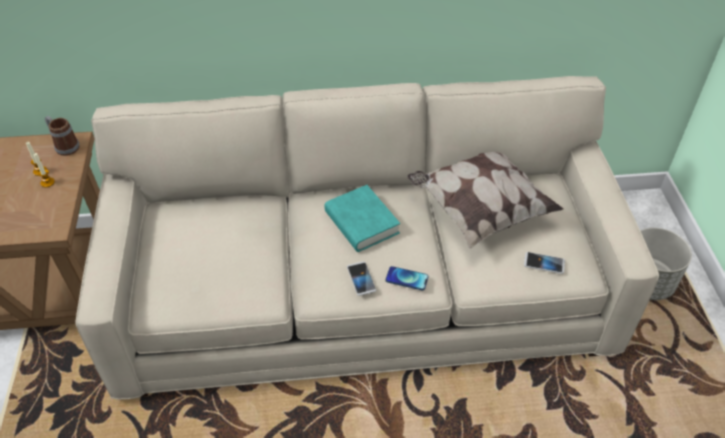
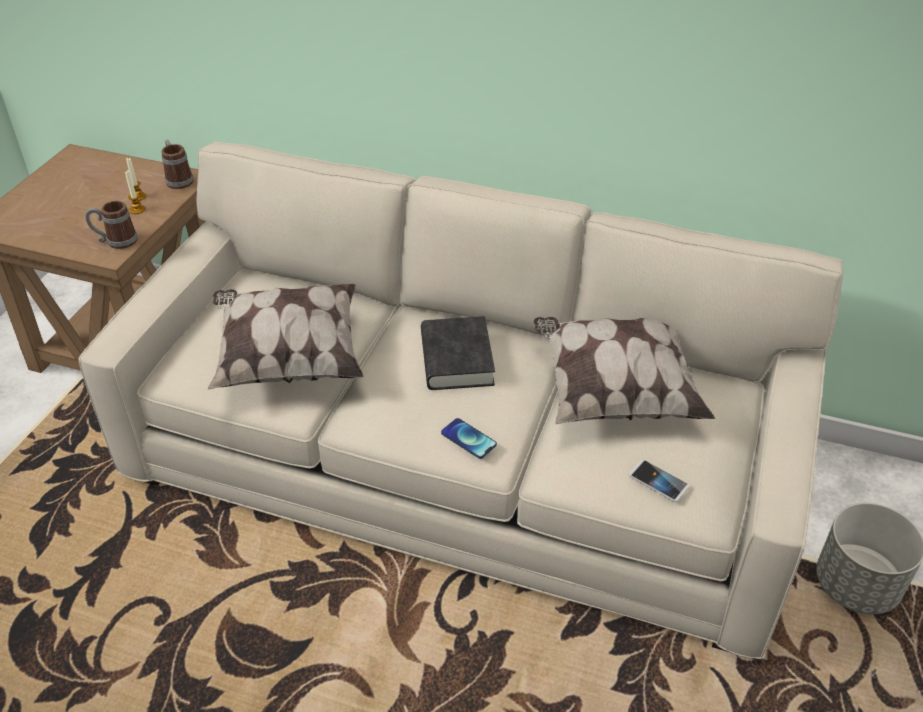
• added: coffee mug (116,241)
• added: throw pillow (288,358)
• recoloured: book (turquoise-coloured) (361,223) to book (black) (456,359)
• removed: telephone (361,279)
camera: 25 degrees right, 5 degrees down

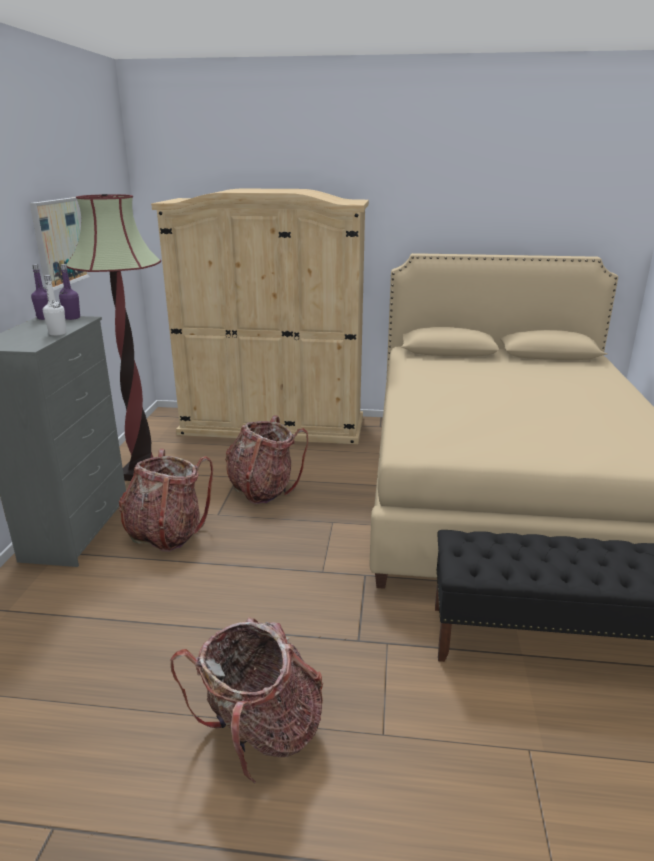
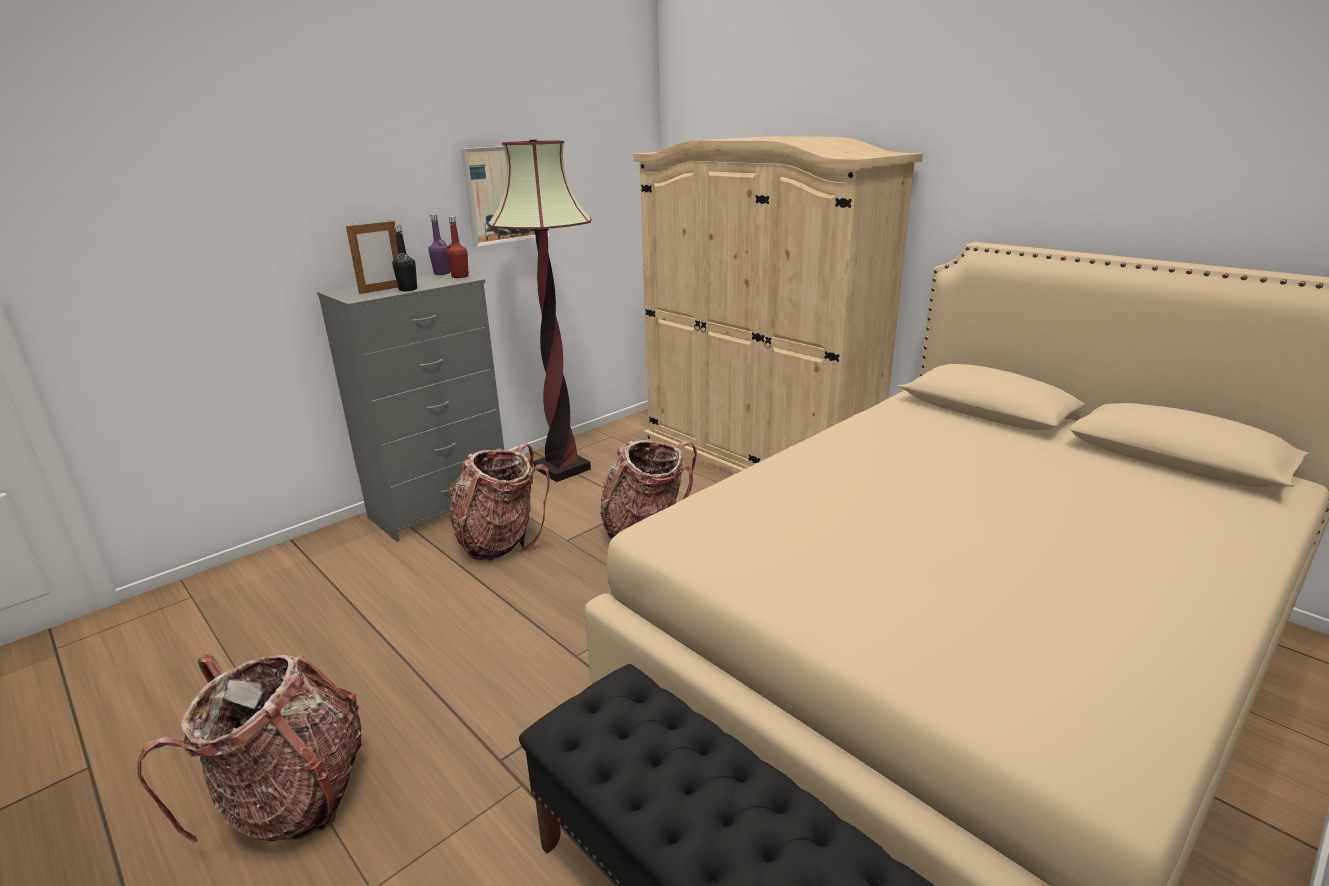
• added: standing frame (382,290)
• recoloured: drink bottle (white-coloured) (57,333) to drink bottle (black) (408,289)
• recoloured: drink bottle (purple-coloured) (72,318) to drink bottle (red) (460,276)
camera: 40 degrees right, 0 degrees up

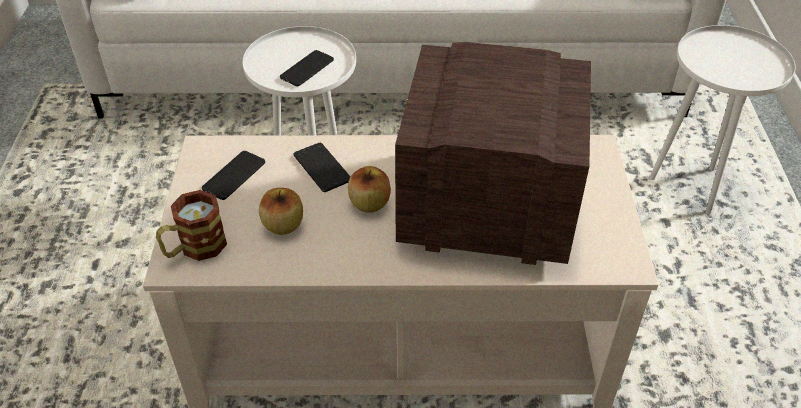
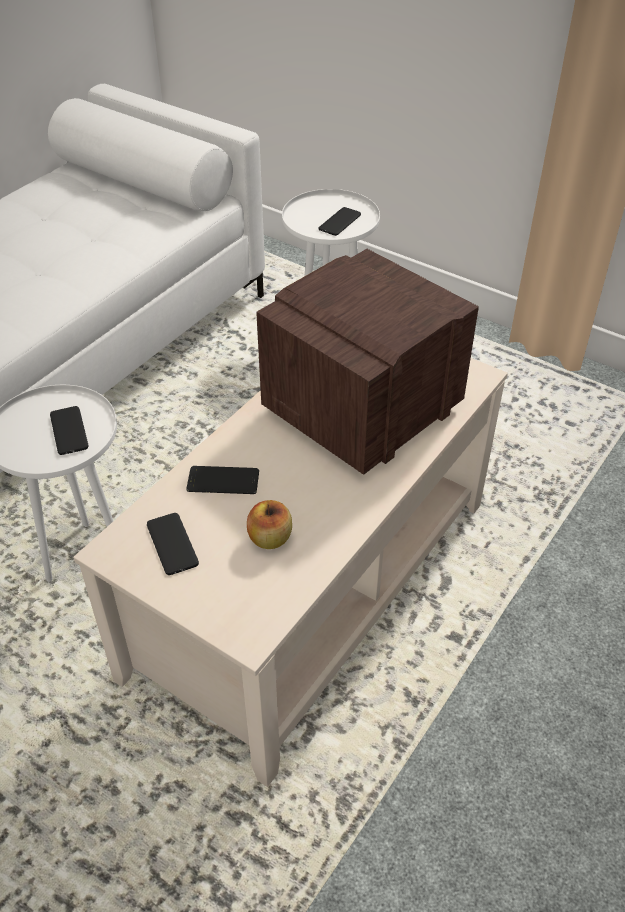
• added: telephone (340,222)
• removed: coffee mug (194,248)
• removed: whole apple (369,203)
camera: 55 degrees left, 0 degrees up

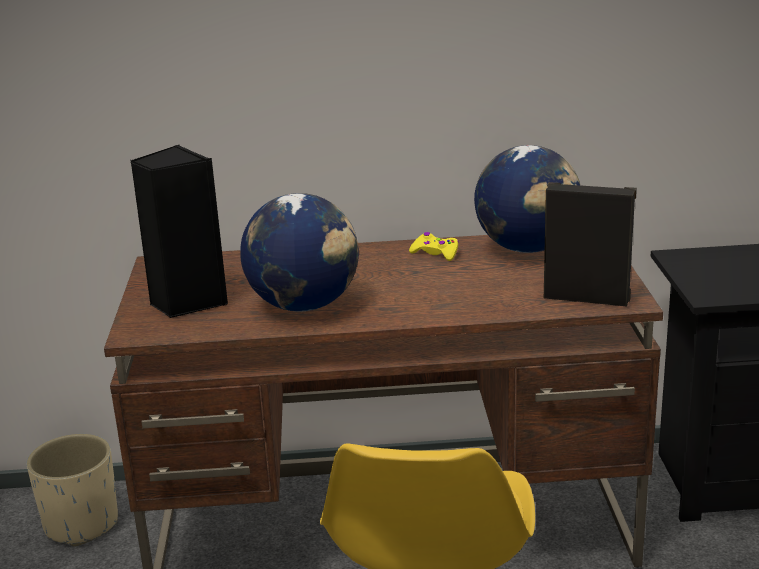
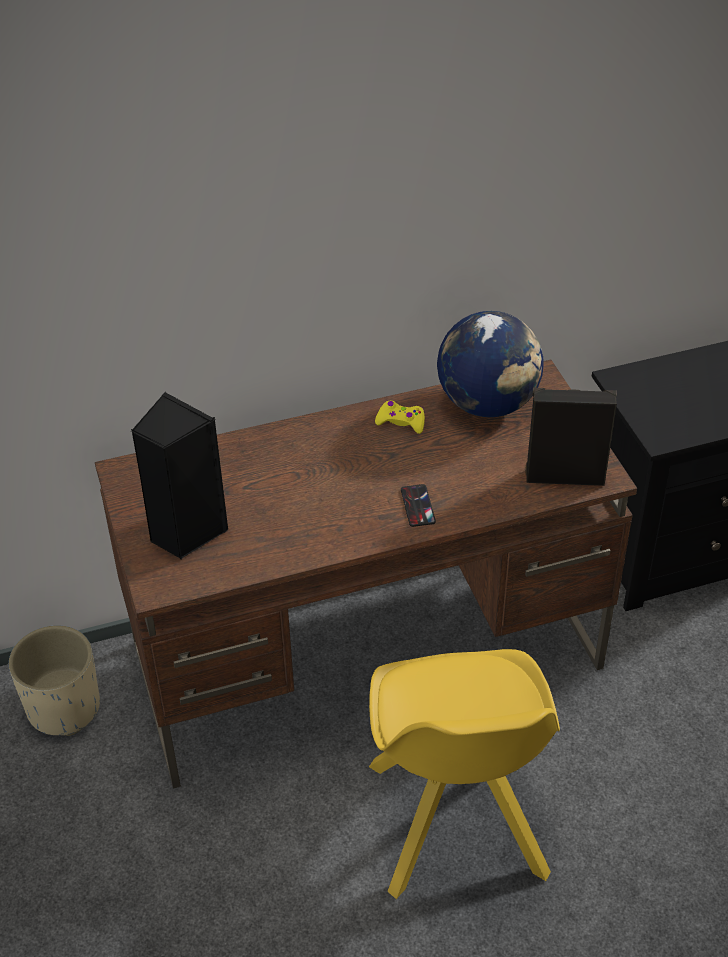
• added: telephone (417,506)
• removed: world globe (304,305)
camera: 15 degrees left, 20 degrees up

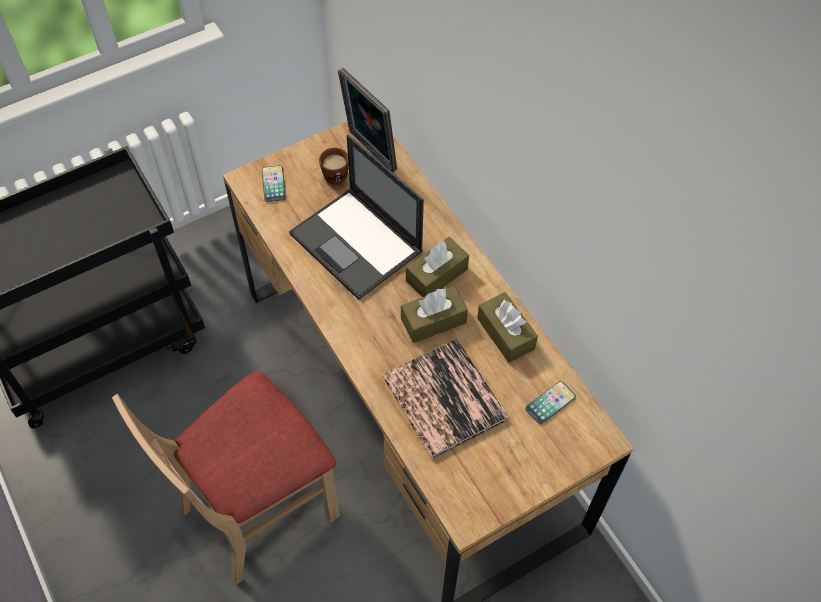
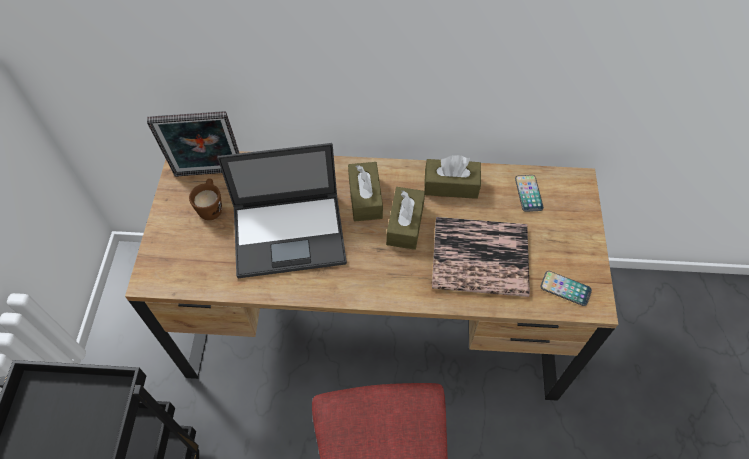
• moved: telephone (273,184) to (565,288)
camera: 55 degrees left, 0 degrees up

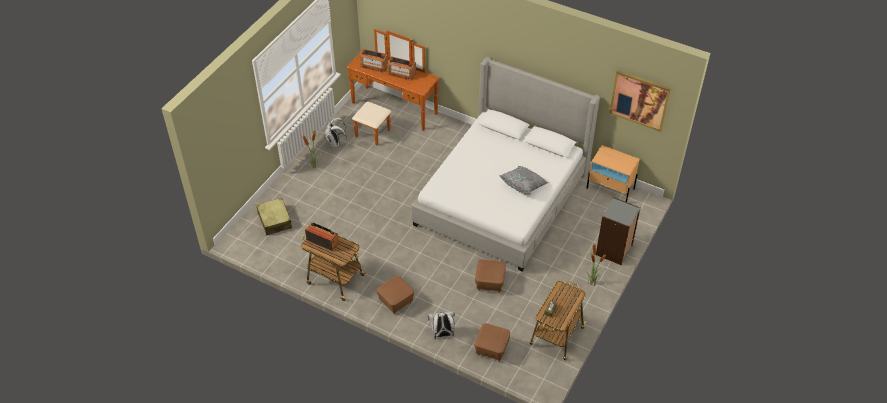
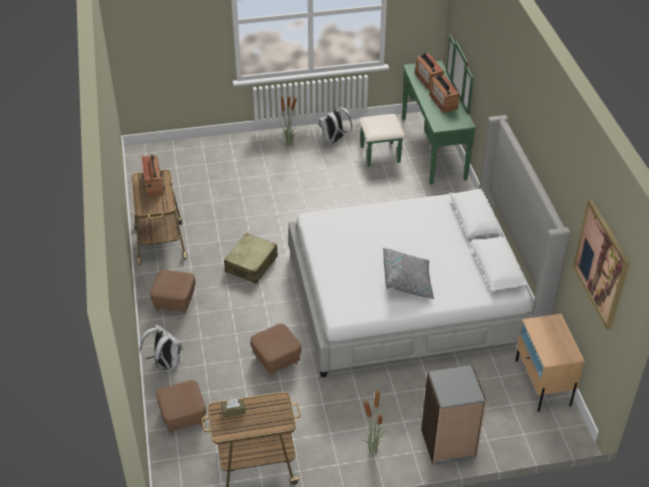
• moved: travel case (sand-coloured) (274,220) to (251,264)
• recoloured: chest of drawers (brownish) (390,114) to chest of drawers (green) (421,149)
camera: 50 degrees right, 5 degrees down

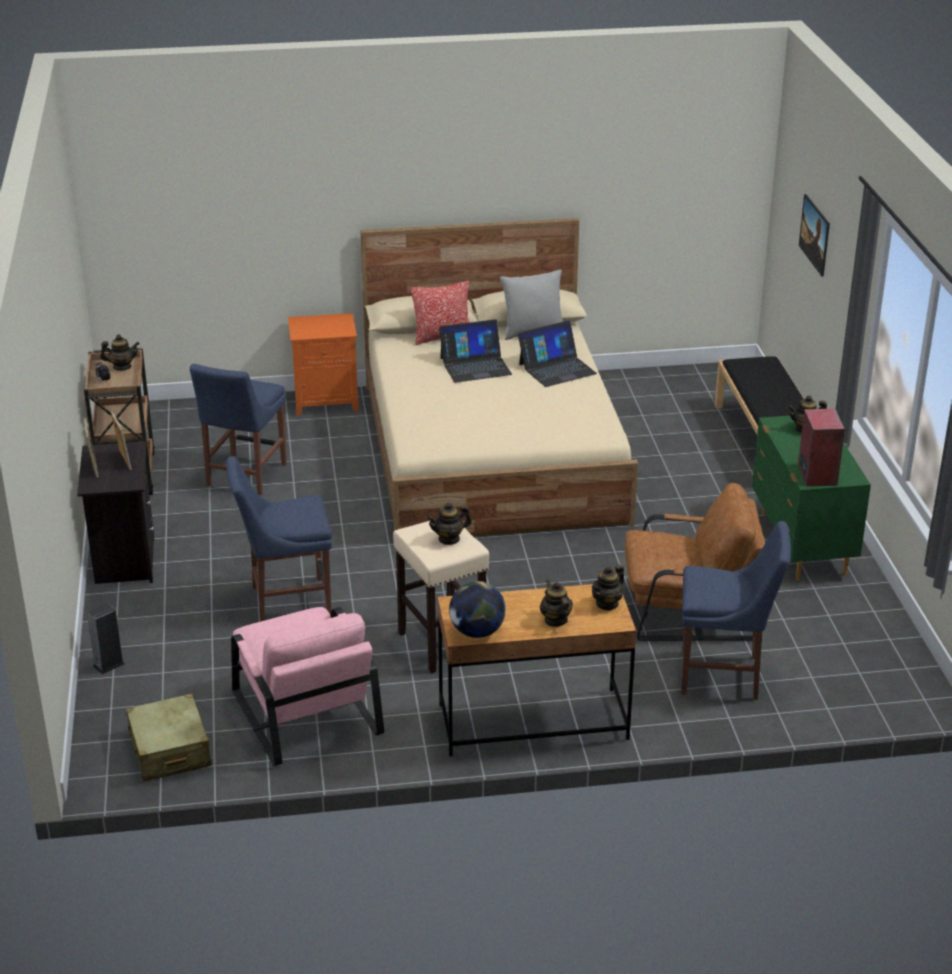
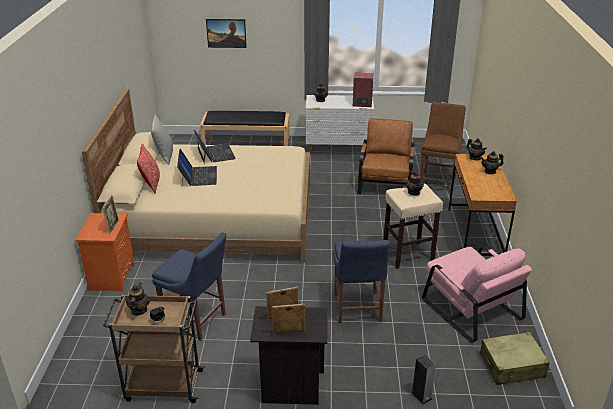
• added: standing frame (113,227)
• recoloured: chest of drawers (green) (801,545) to chest of drawers (white-coloured) (338,149)
• recoloured: chair (bluish) (724,676) to chair (brownish) (438,182)
• turned: easy chair (pink-coloured) (304,711) = (470,308) 75 degrees clockwise
• removed: world globe (477,632)
camera: 80 degrees left, 0 degrees up

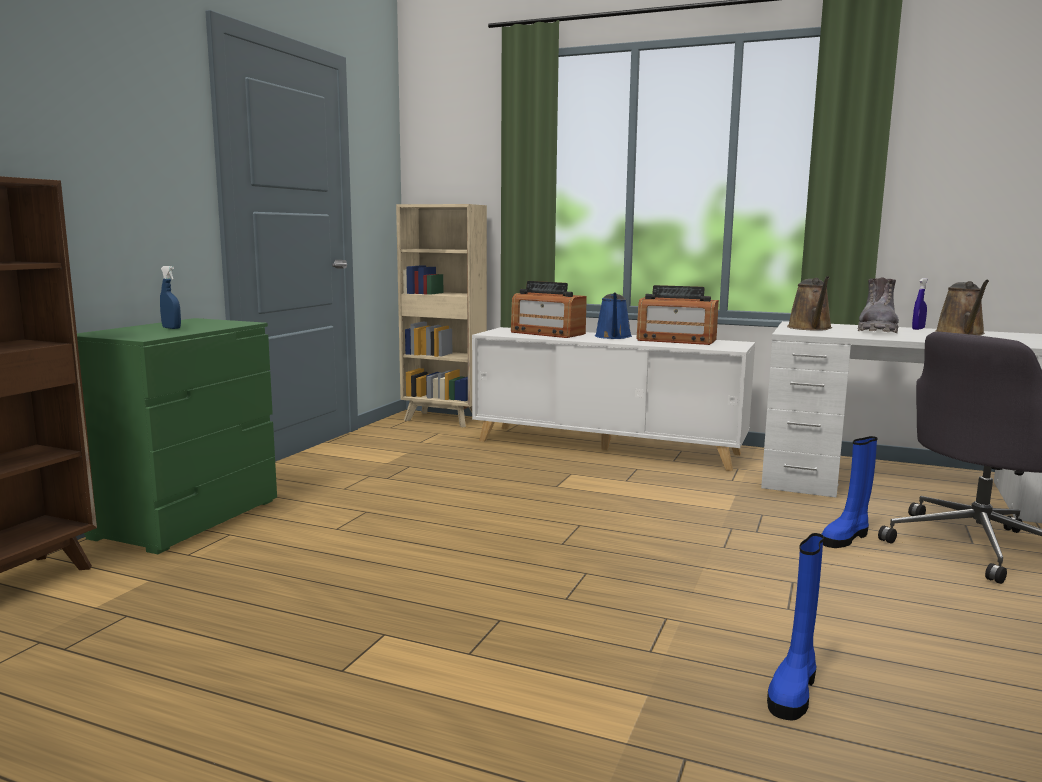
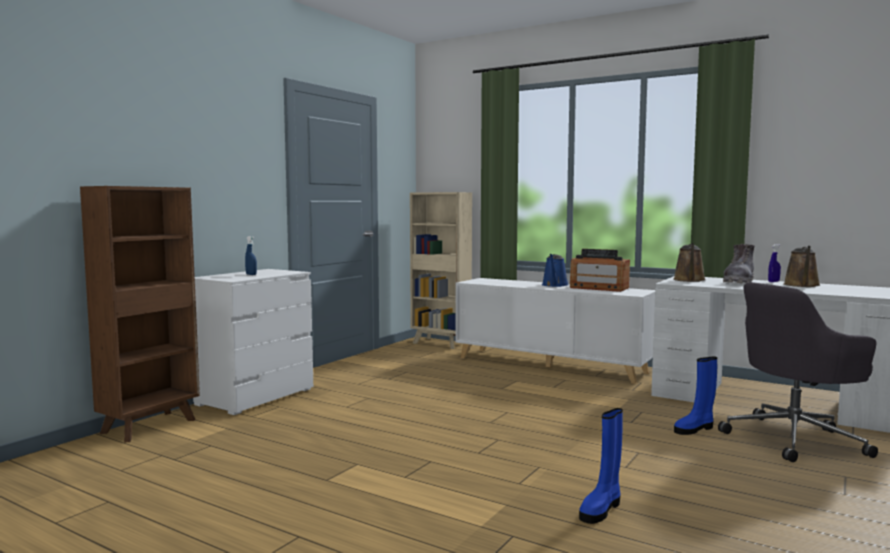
• recoloured: chest of drawers (green) (188,518) to chest of drawers (white-coloured) (256,396)
• removed: radio receiver (547,333)
camera: 10 degrees right, 5 degrees down

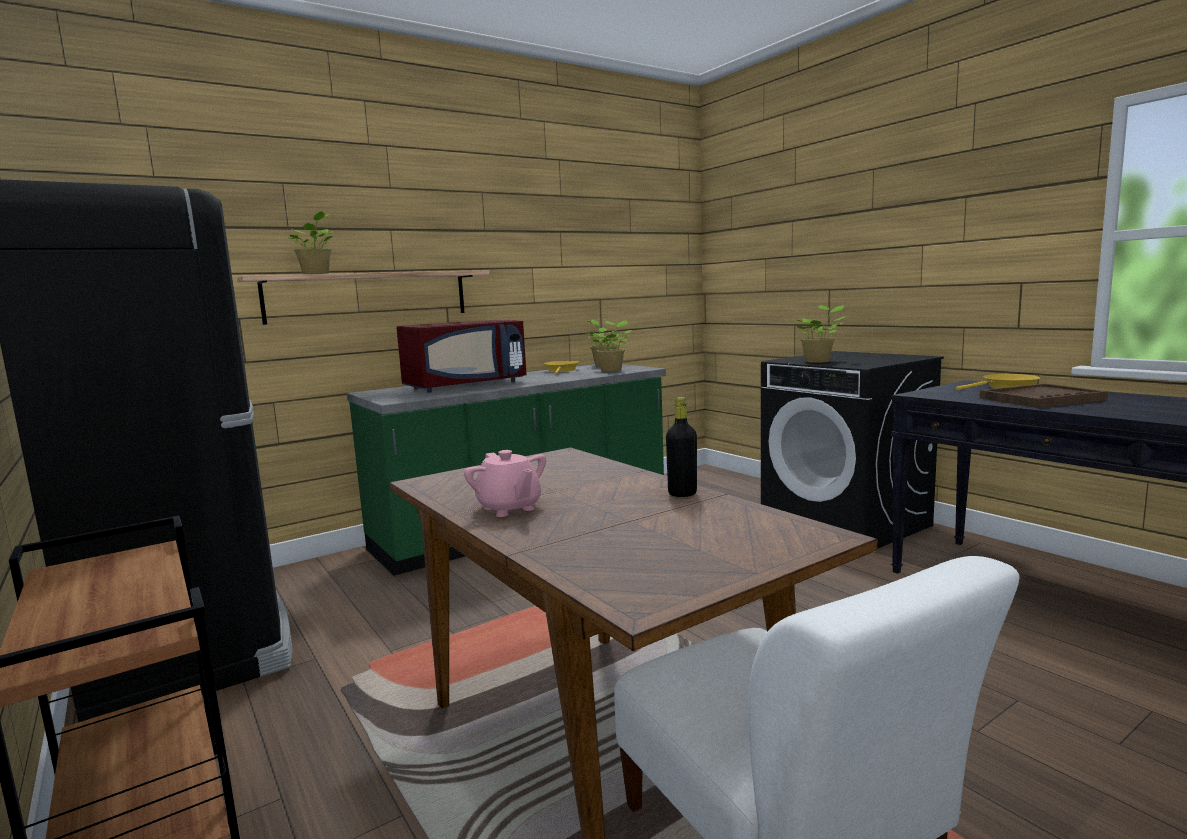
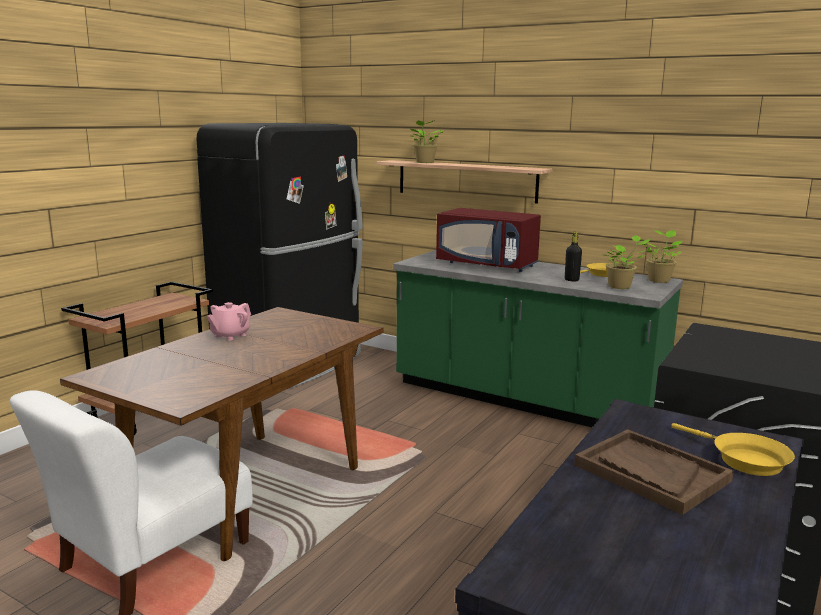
• moved: drink bottle (black) (682,493) to (571,280)
• removed: potted plant (818,361)
camera: 65 degrees right, 5 degrees up

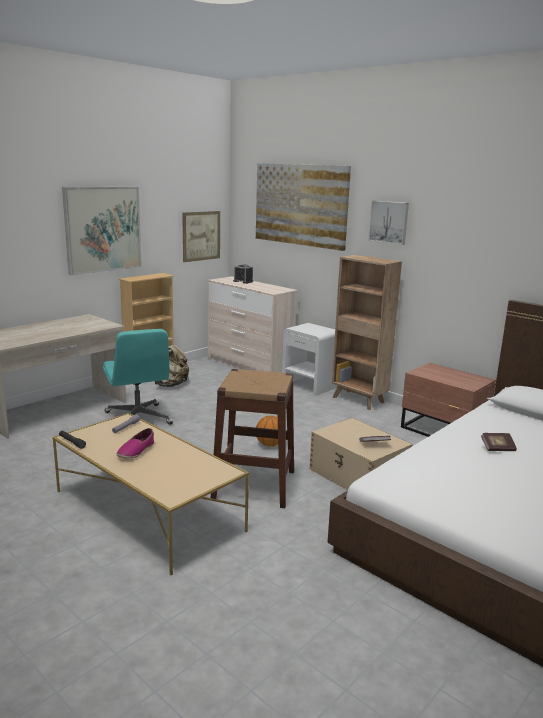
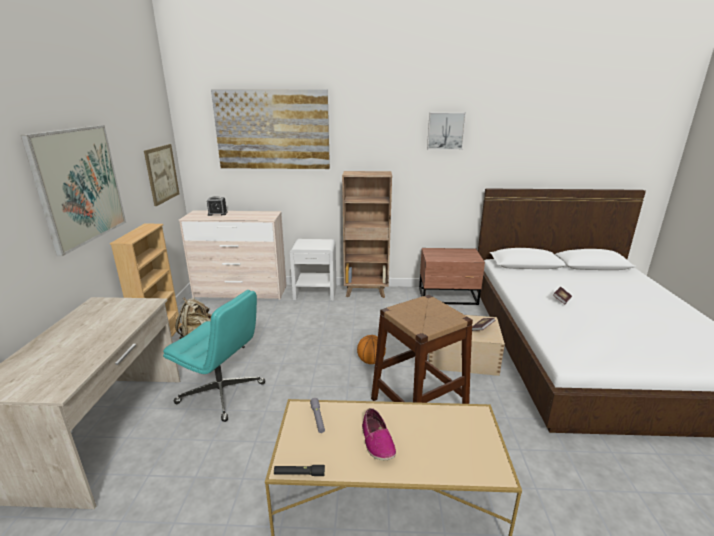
• moved: picture (389,222) to (445,131)
camera: 40 degrees left, 5 degrees up

